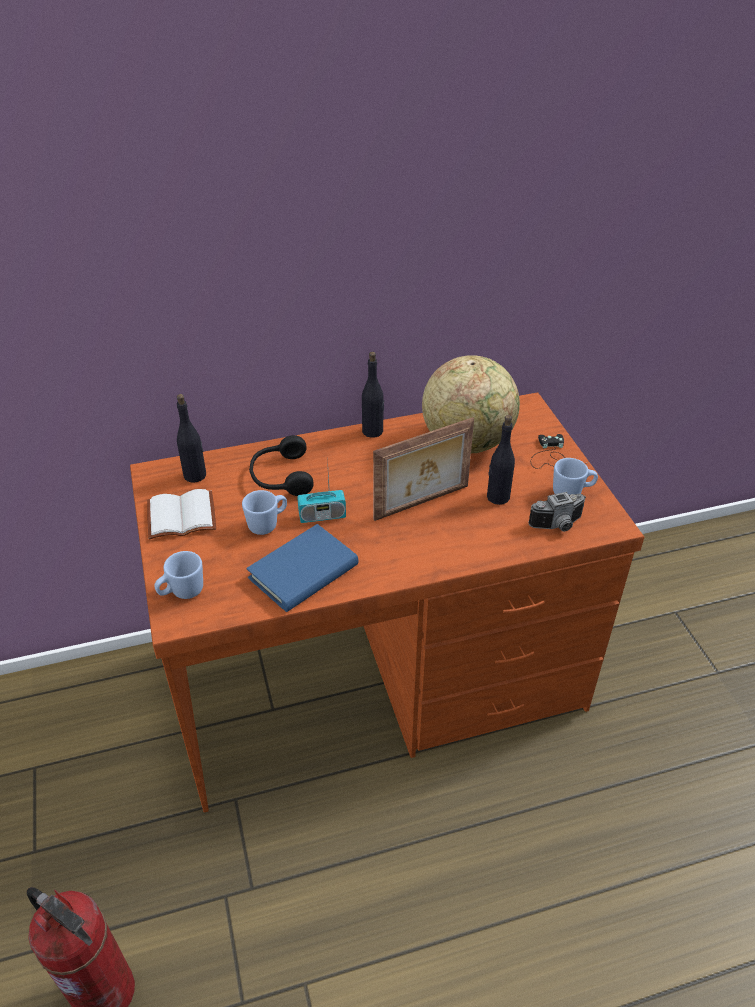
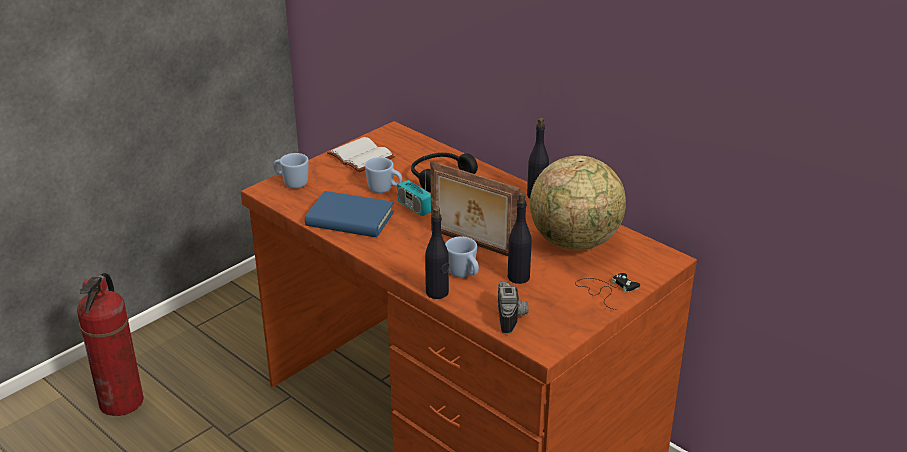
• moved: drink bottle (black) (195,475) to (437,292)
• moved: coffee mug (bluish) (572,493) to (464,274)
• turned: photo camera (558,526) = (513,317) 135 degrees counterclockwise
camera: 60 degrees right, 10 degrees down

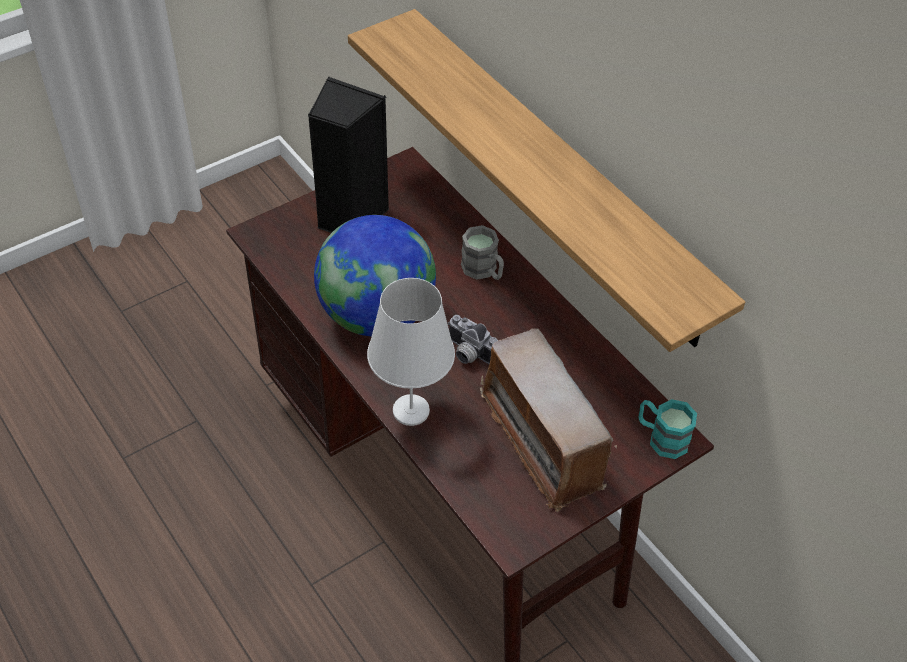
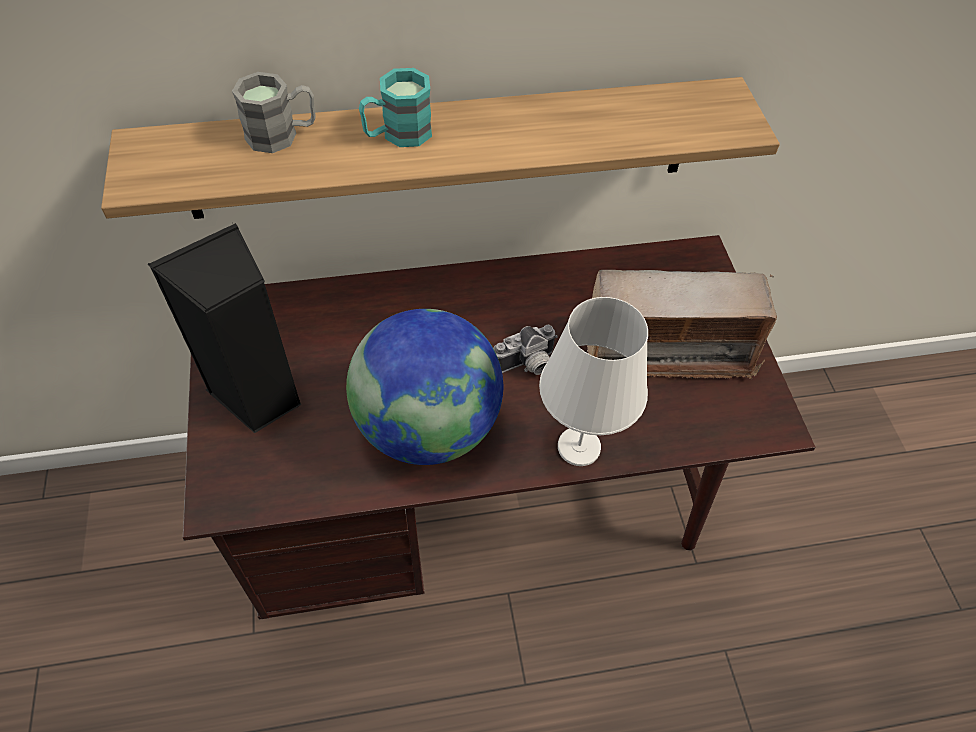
• moved: coffee mug (greyish) (483,271) to (282,135)
• moved: coffee mug (turquoise-coloured) (661,437) to (397,134)
camera: 65 degrees left, 5 degrees up

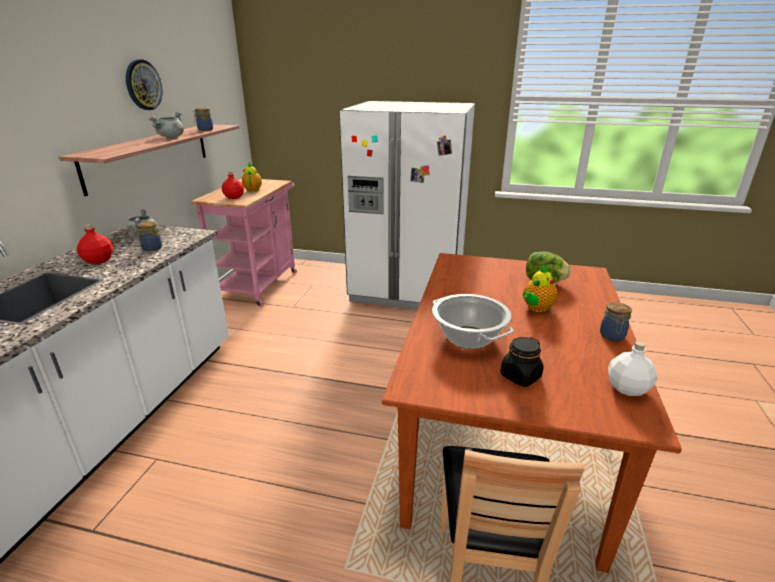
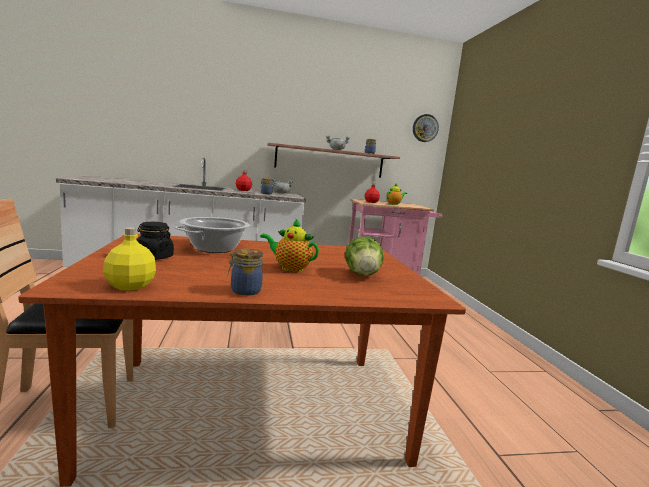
• recoloured: drink bottle (white-coloured) (627,388) to drink bottle (yellowish) (130,286)
• moved: wall clock (143,85) to (425,128)
• removed: kitchen fridge (white-coloured) (407,289)
camera: 65 degrees right, 15 degrees down

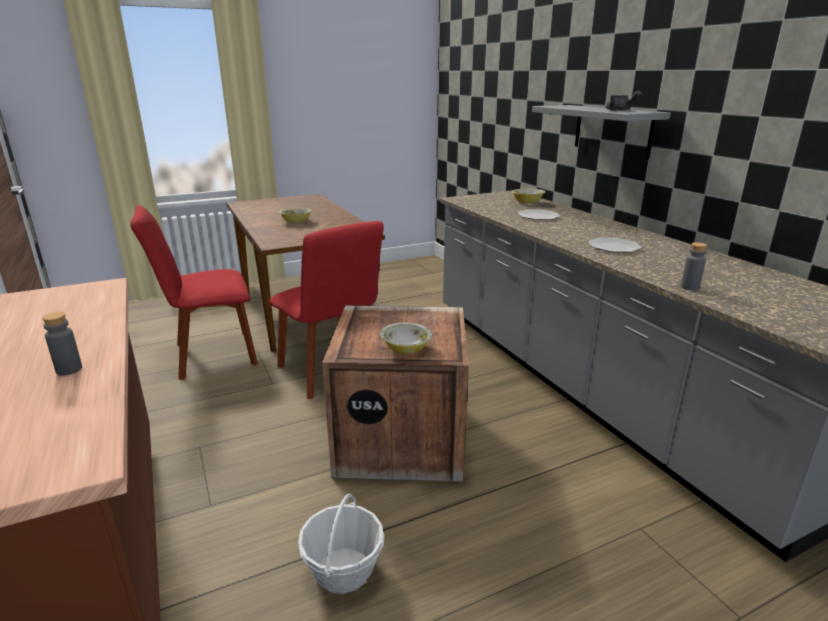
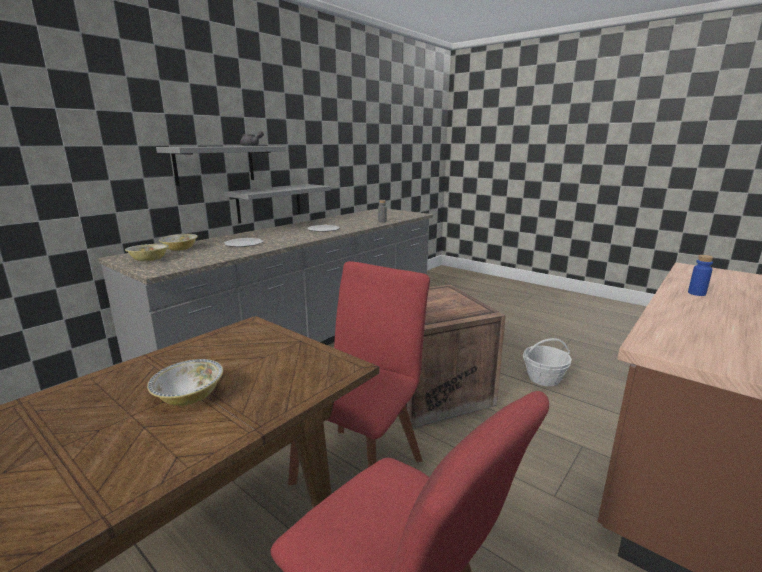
• moved: deep dish (406,349) to (149,260)
• added: bracket shelf (greyish) (269,203)
• recoloured: drink bottle (greyish) (69,369) to drink bottle (bluish) (696,293)
camera: 115 degrees left, 5 degrees down

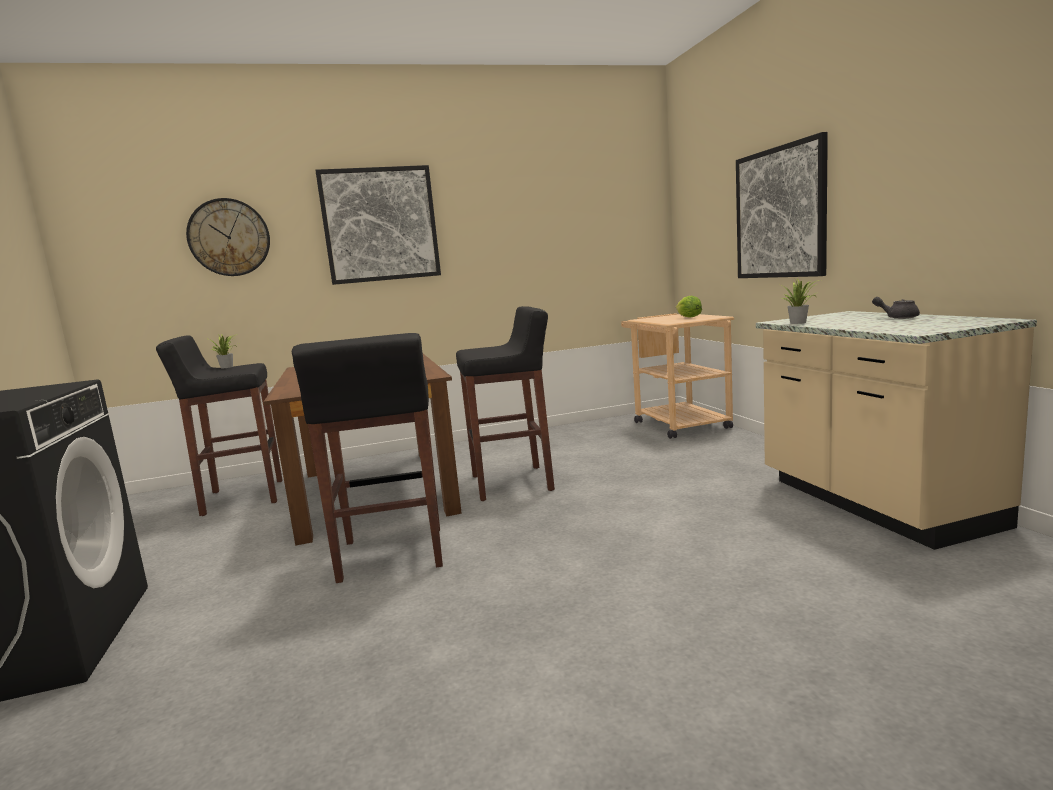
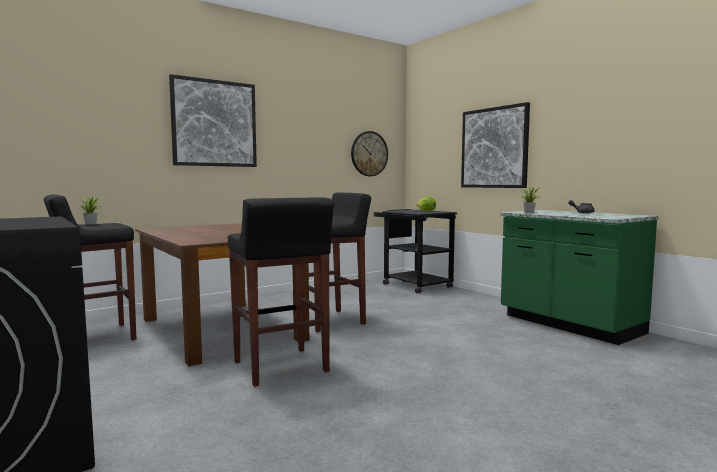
• moved: wall clock (229,237) to (369,153)
• recoloured: trolley (sand-coloured) (676,423) to trolley (black) (412,284)
• recoloured: kitchen base unit (sand-coloured) (872,503) to kitchen base unit (green) (569,325)
camera: 20 degrees left, 5 degrees down

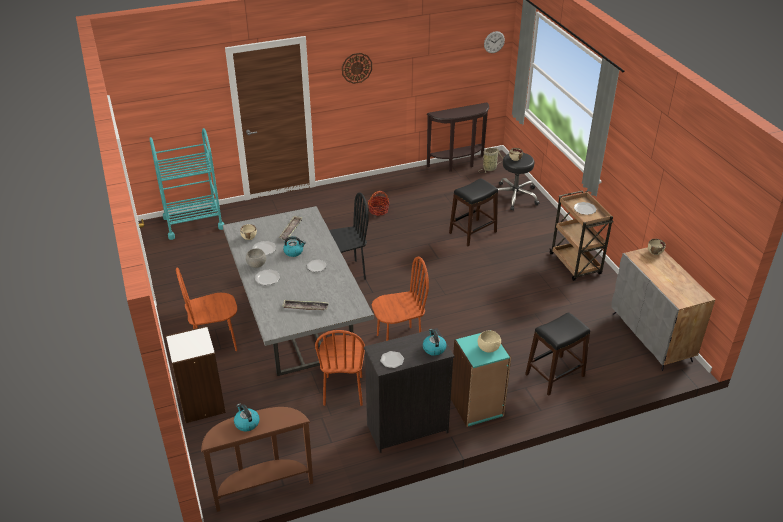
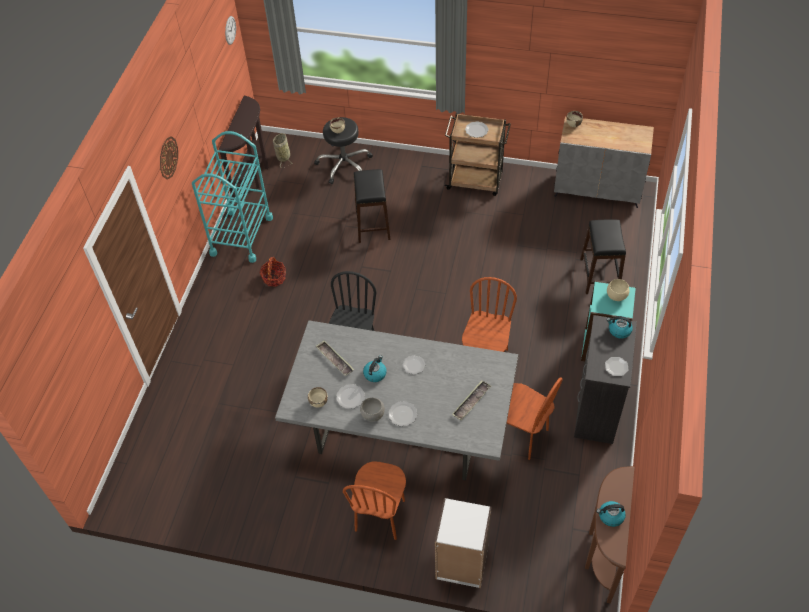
• moved: trolley (turquoise-coloured) (193,223) to (241,236)
camera: 55 degrees left, 15 degrees up

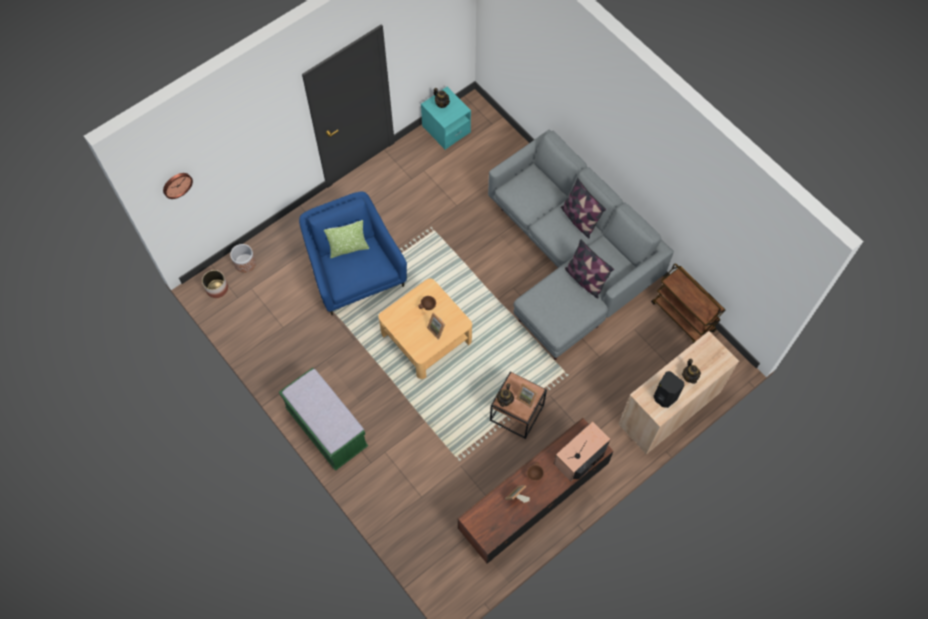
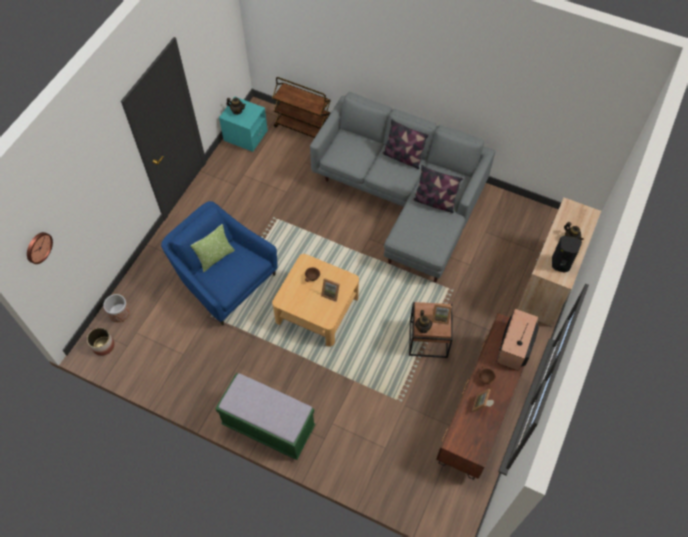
• moved: trolley (brownish) (683,317) to (303,128)
camera: 25 degrees left, 5 degrees down

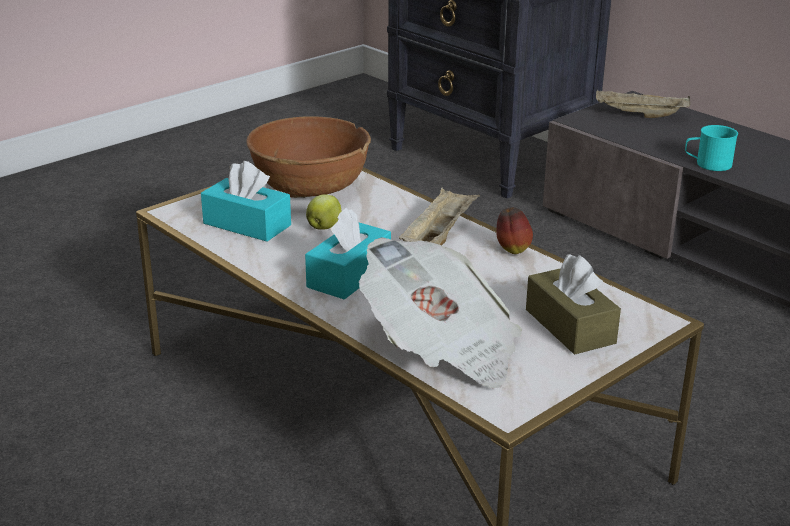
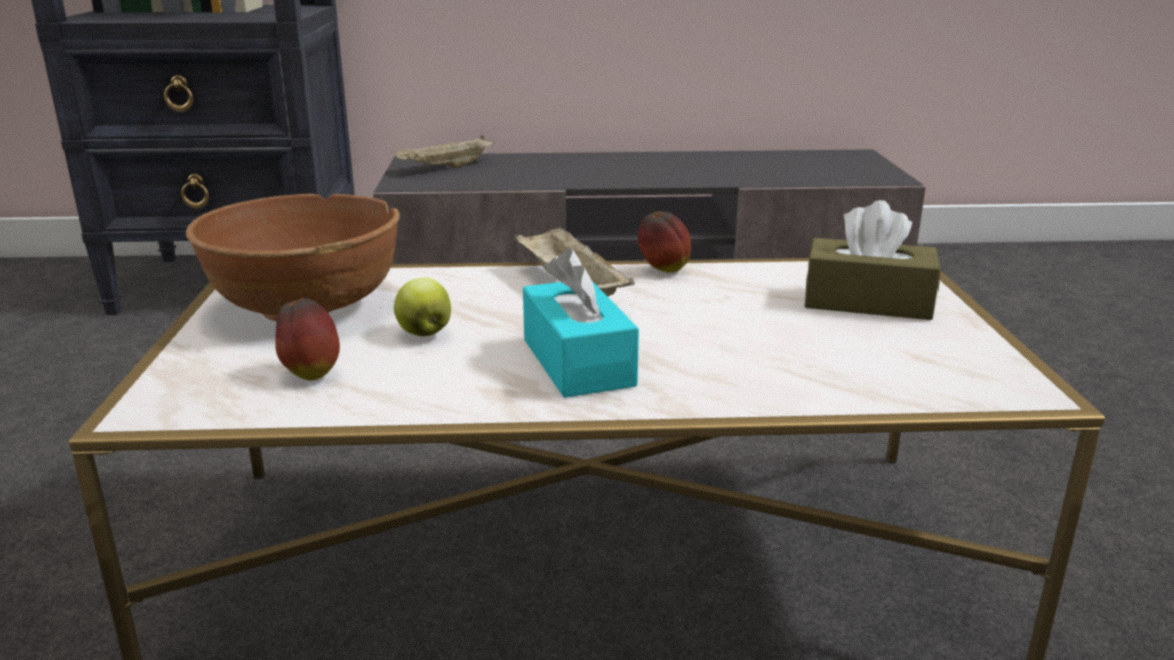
• replaced: tissue box (turquoise-coloured) (247,224) to whole apple (311,374)
• removed: daily paper (442,349)
• removed: coffee mug (turquoise-coloured) (707,164)
camera: 50 degrees left, 5 degrees down

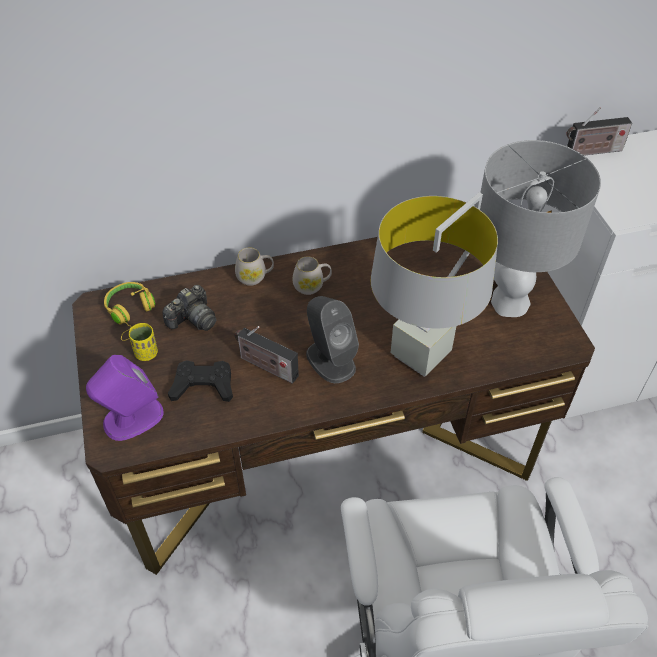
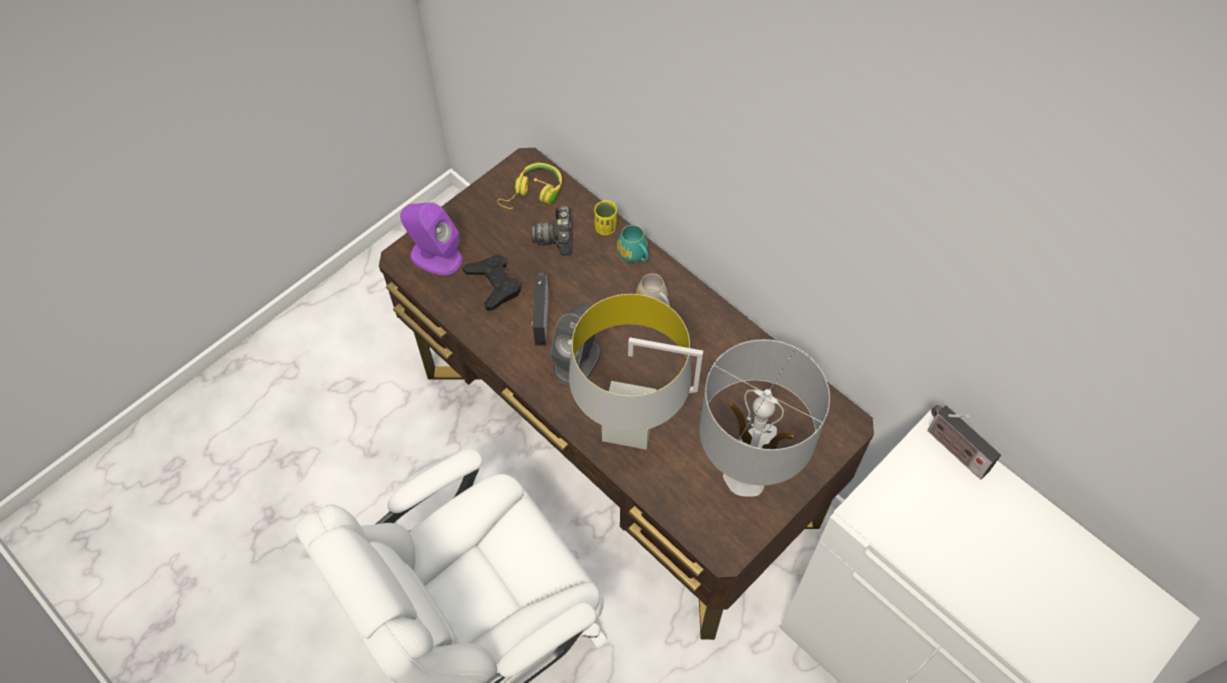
• turned: photo camera (193,319) = (556,237) 75 degrees clockwise
• moved: small cup (yellowish) (146,353) to (605,228)
• recoloured: coffee mug (white-coloured) (255,277) to coffee mug (turquoise-coloured) (634,255)
camera: 60 degrees right, 10 degrees up

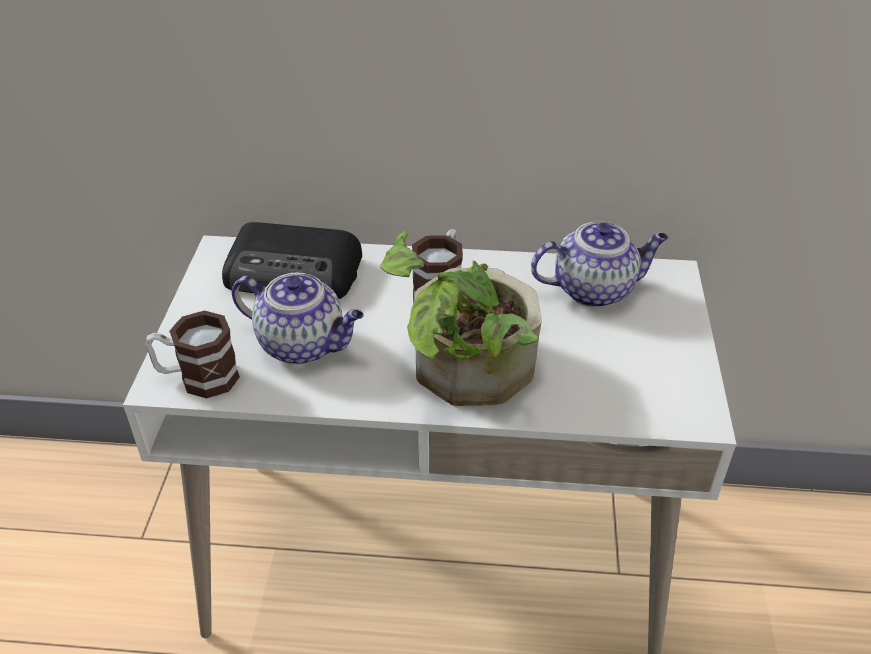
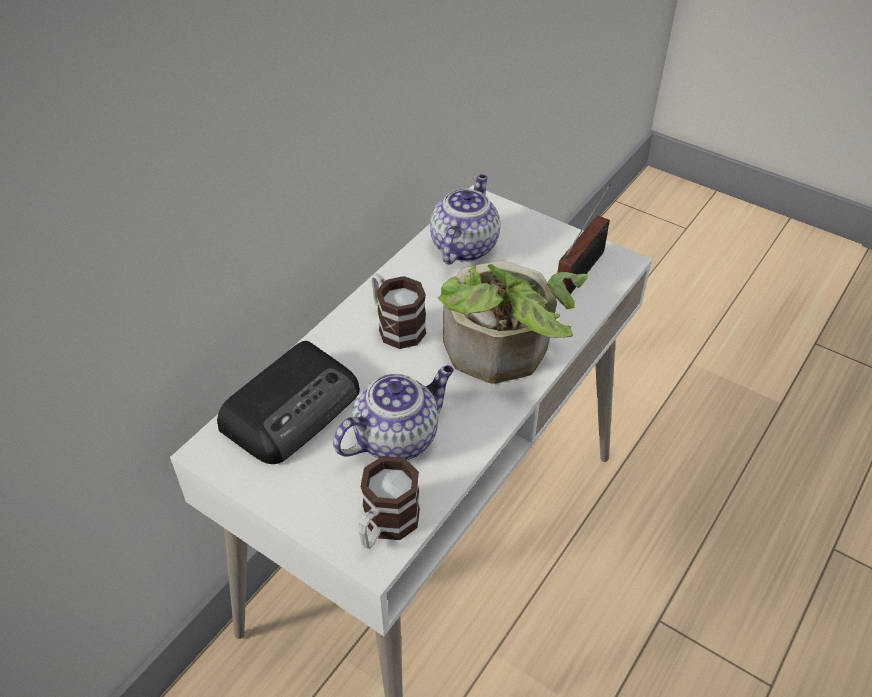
• added: radio receiver (583,270)
camera: 60 degrees left, 5 degrees up

